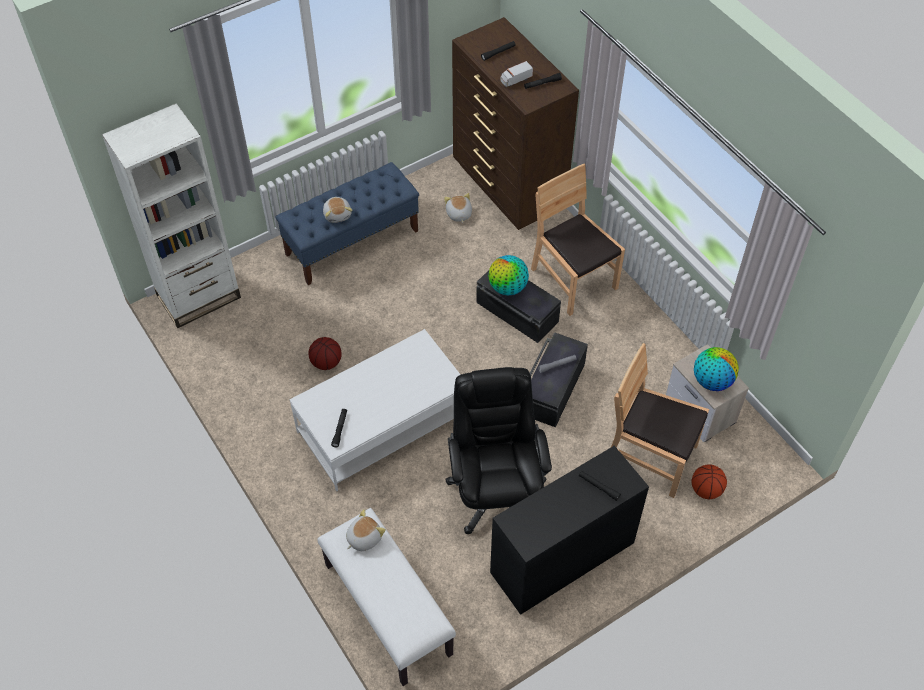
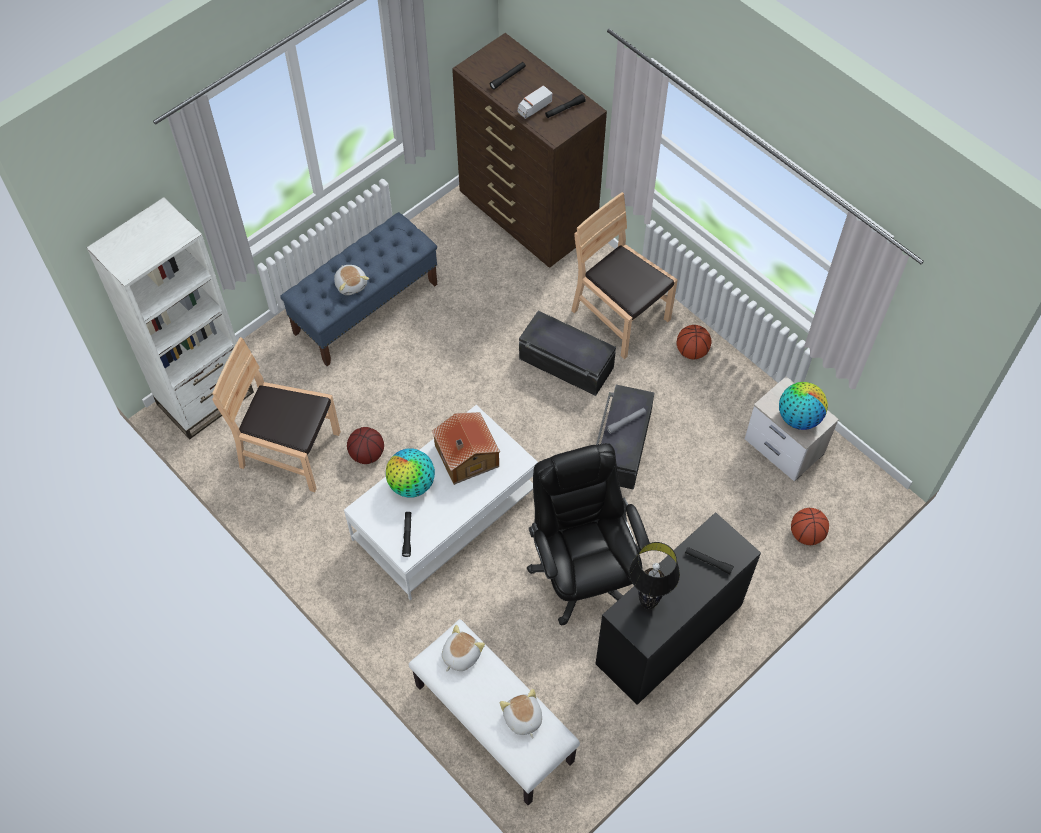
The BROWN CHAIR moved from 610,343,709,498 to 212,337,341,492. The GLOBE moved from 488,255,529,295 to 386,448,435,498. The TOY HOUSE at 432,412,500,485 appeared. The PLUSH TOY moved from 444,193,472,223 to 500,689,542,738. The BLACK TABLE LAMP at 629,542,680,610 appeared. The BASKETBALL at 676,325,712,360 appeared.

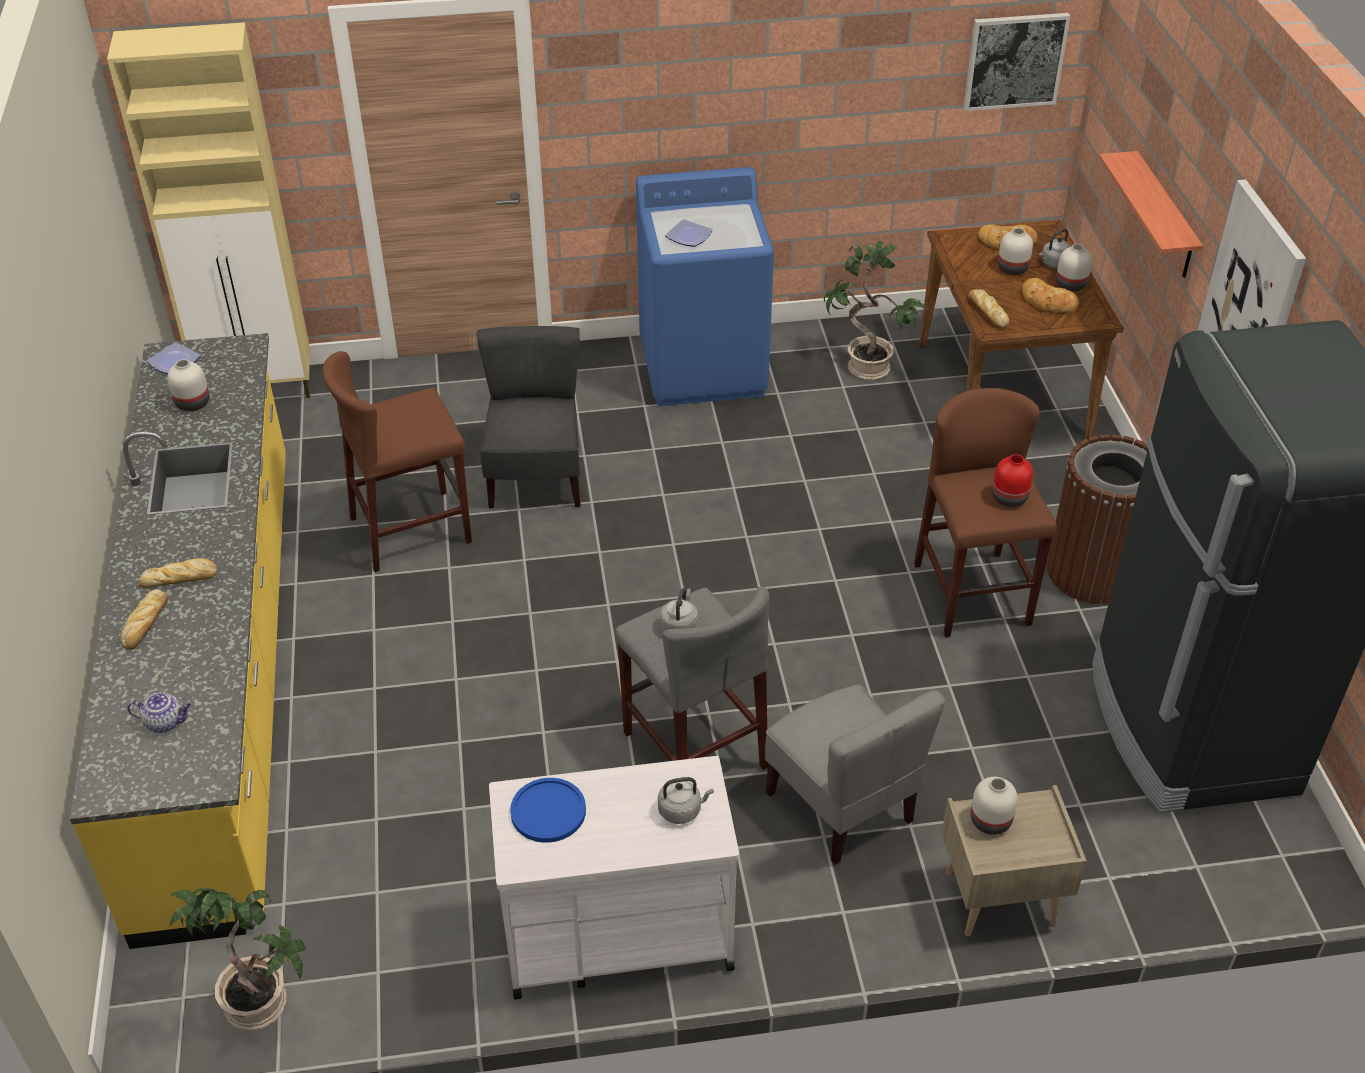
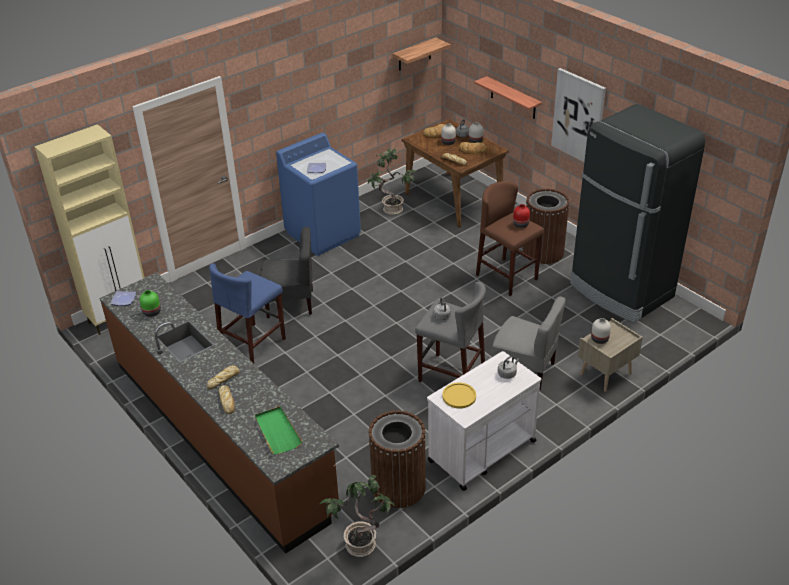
The YELLOW COUNTER at 70,333,286,949 became the BROWN COUNTER at 100,273,339,554. The WHITE VASE at 167,359,209,412 became the GREEN VASE at 140,290,161,317. The BROWN STOOL at 322,351,472,572 became the BLUE STOOL at 209,263,286,364. The TEAPOT at 127,692,191,733 was replaced by the GREEN TRAY at 255,406,302,454. The GREY CHAIR at 477,326,581,509 turned 120 degrees clockwise. The BROWN TRASH CAN at 368,410,426,508 appeared. The PICTURE at 963,13,1070,111 was replaced by the SHELF at 393,38,450,71. The BLUE PLATE at 510,778,586,843 became the YELLOW PLATE at 442,383,476,408.

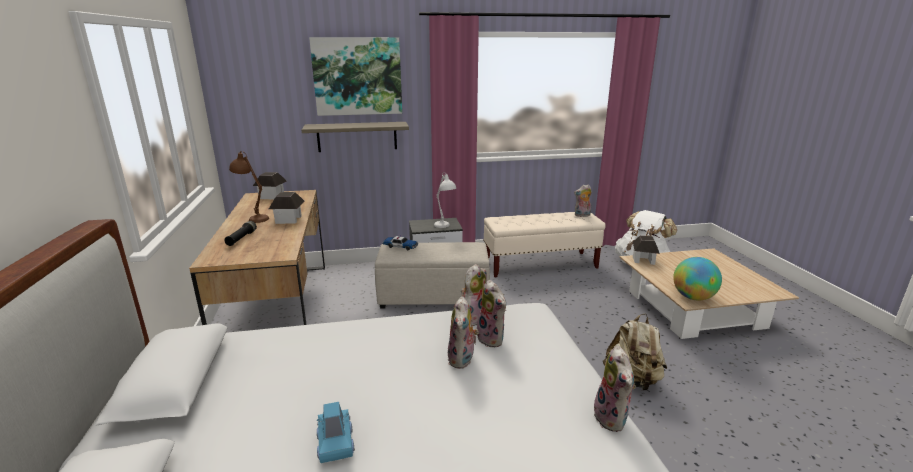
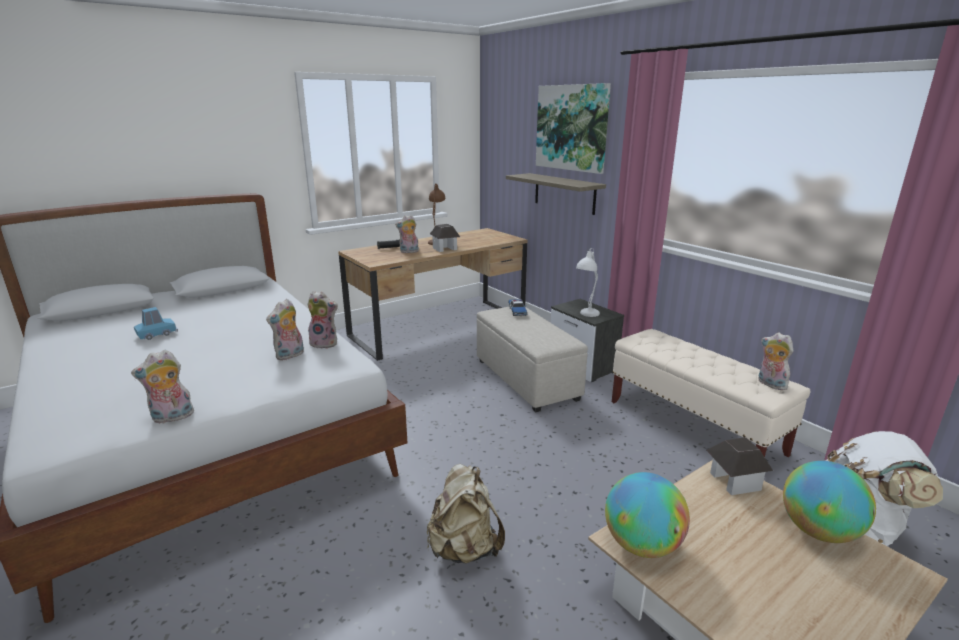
The PLUSH TOY moved from 448,296,479,369 to 395,215,419,253. The GLOBE at 783,461,876,543 appeared. The TOY HOUSE at 253,172,287,200 disappeared.

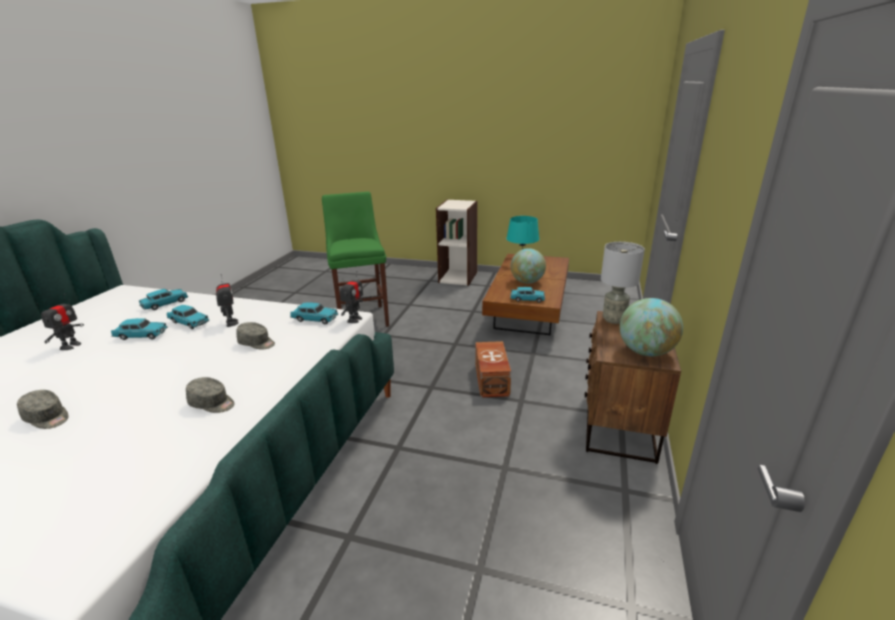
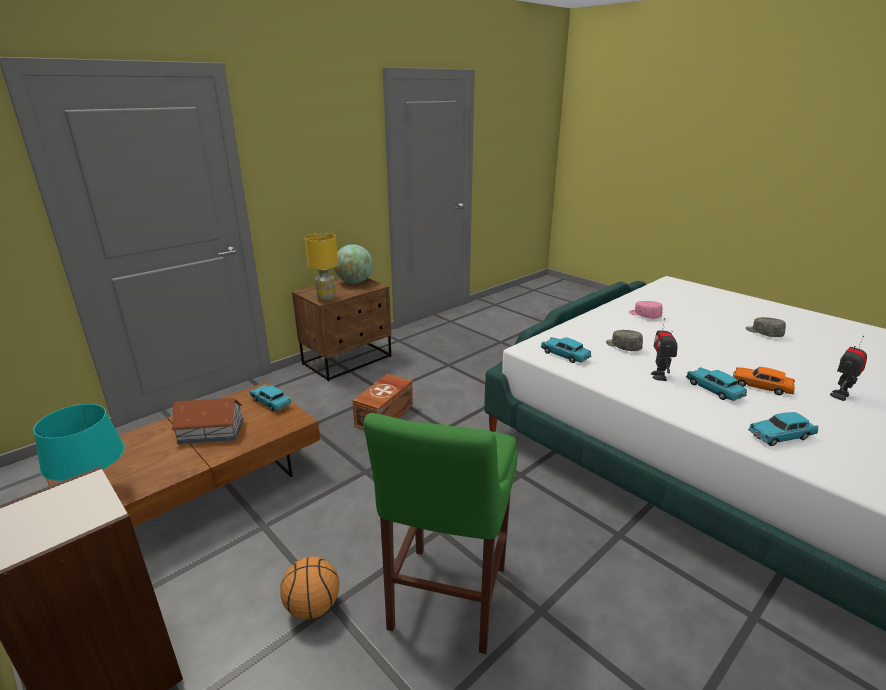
The GLOBE at 511,248,546,284 was replaced by the TOY HOUSE at 171,398,243,444. The BASKETBALL at 280,556,339,620 appeared. The GREY TABLE LAMP at 601,242,645,324 became the YELLOW TABLE LAMP at 305,233,338,301. The GREY CAP at 186,377,235,413 became the PINK CAP at 629,301,662,319. The TURQUOISE TOY CAR at 111,318,168,340 became the ORANGE TOY CAR at 733,367,795,395. The TOY ROBOT at 340,271,363,323 disappeared.

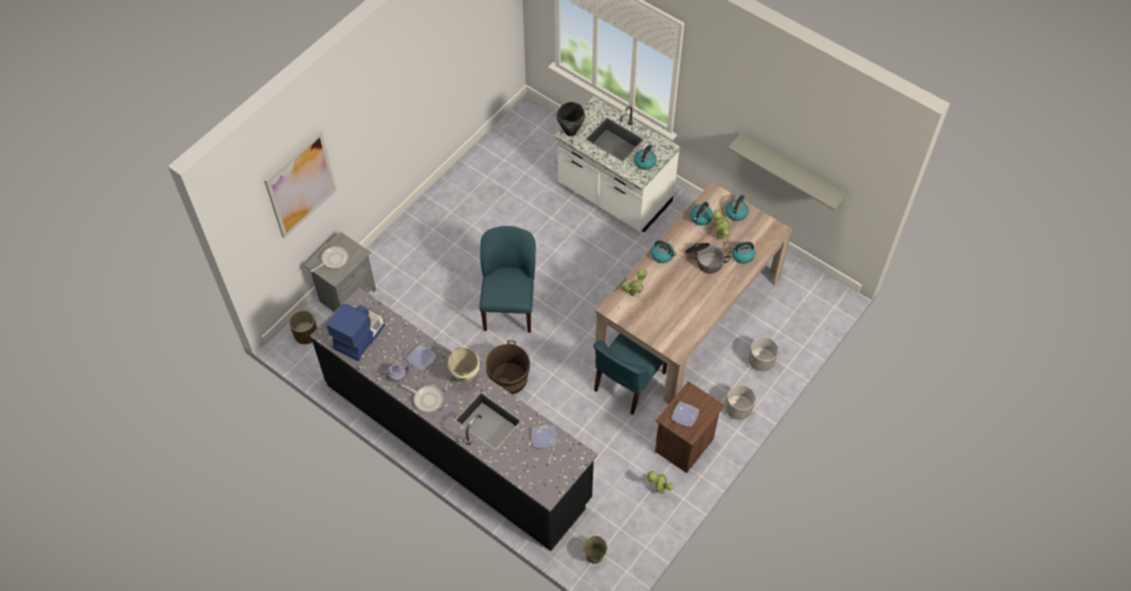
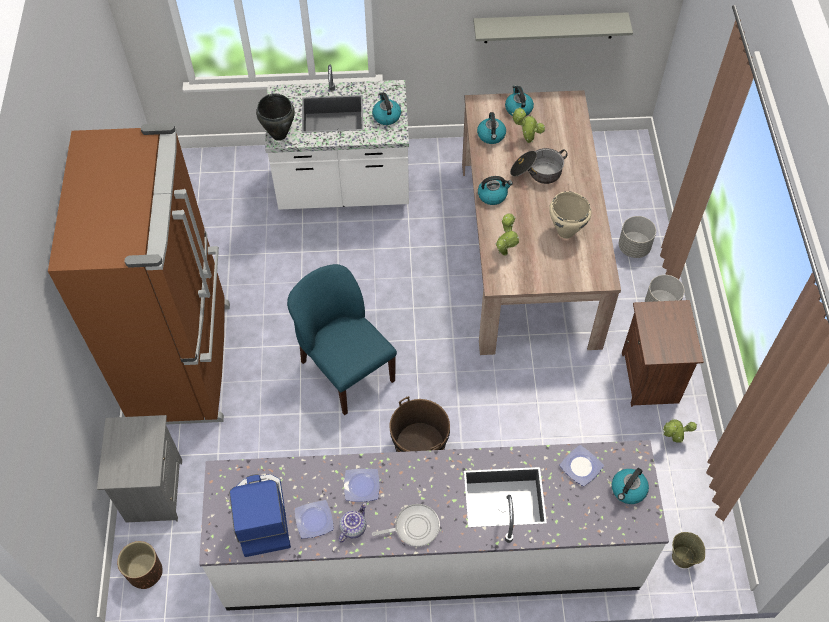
The BROWN FRIDGE at 48,123,230,425 appeared. The BLACK COUNTER at 310,287,598,551 became the WHITE COUNTER at 199,440,669,611. The PLATE moved from 671,402,699,427 to 295,500,334,539. The BEIGE COOKING POT moved from 448,347,480,383 to 549,191,591,239. The KETTLE moved from 730,242,755,264 to 612,468,649,504. The PICTURE at 264,131,337,238 disappeared. The FRYING PAN at 311,246,349,272 disappeared. The BLUE CHAIR at 594,333,668,415 disappeared.

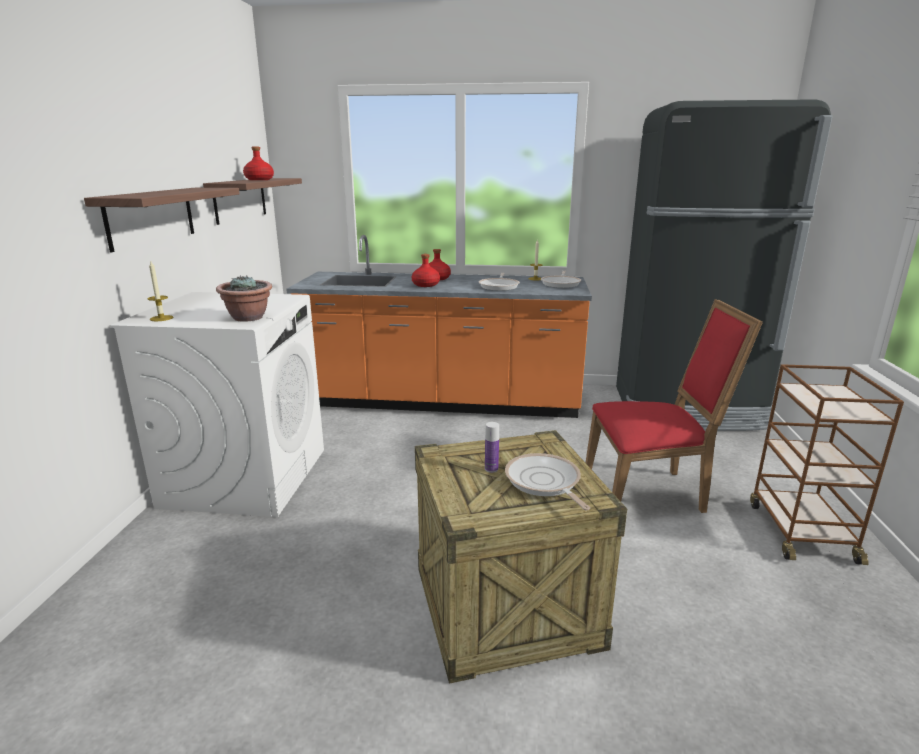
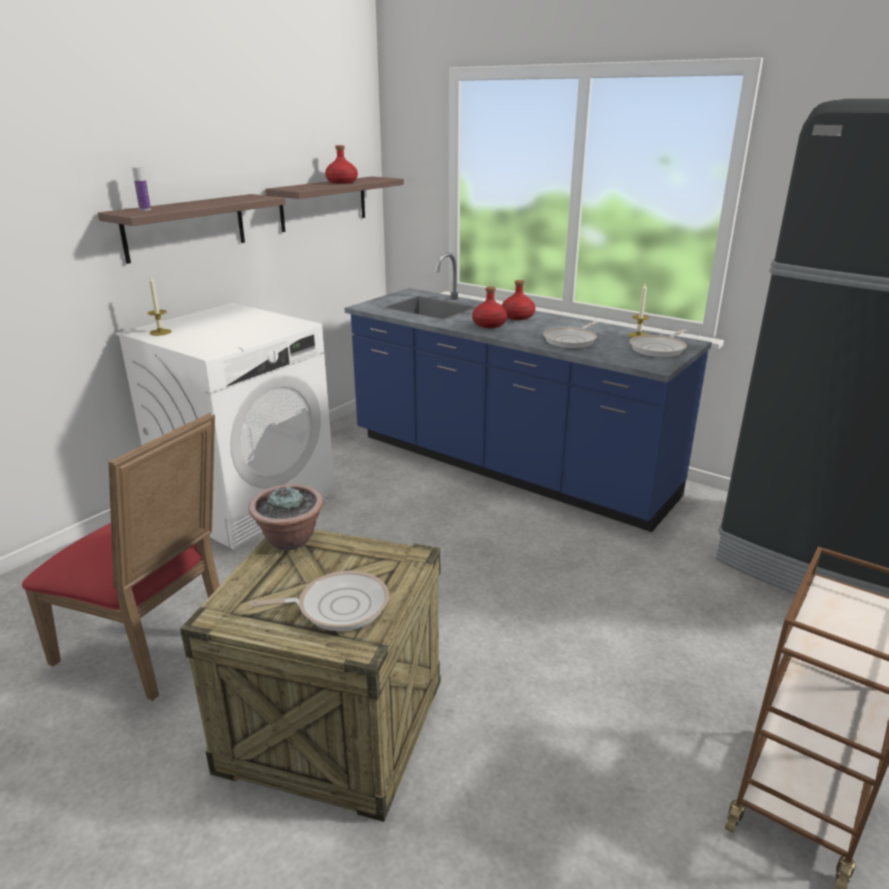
The RED CHAIR moved from 585,299,763,513 to 22,413,220,701. The BOTTLE moved from 485,422,499,473 to 132,167,151,211. The POTTED PLANT moved from 216,276,272,322 to 249,484,323,550. The FRYING PAN at 505,453,590,510 turned 75 degrees clockwise. The ORANGE COUNTER at 286,235,592,418 became the BLUE COUNTER at 345,253,712,532.

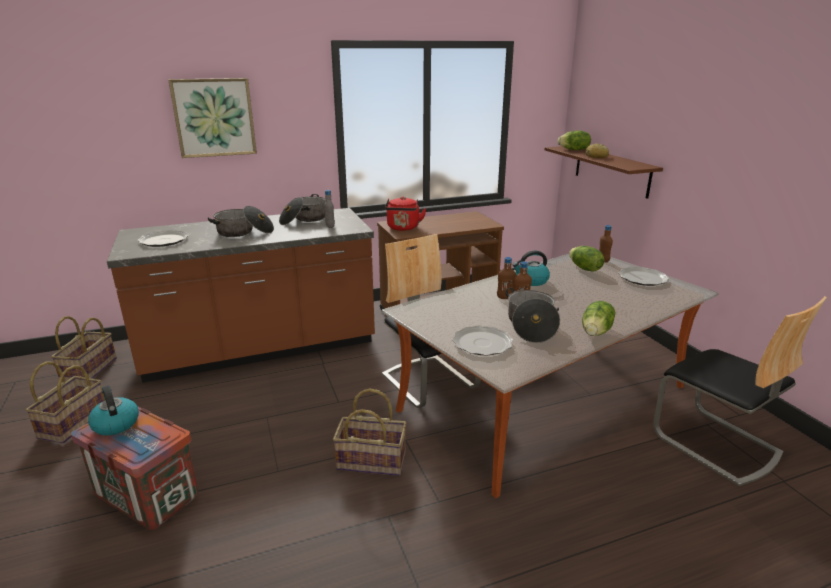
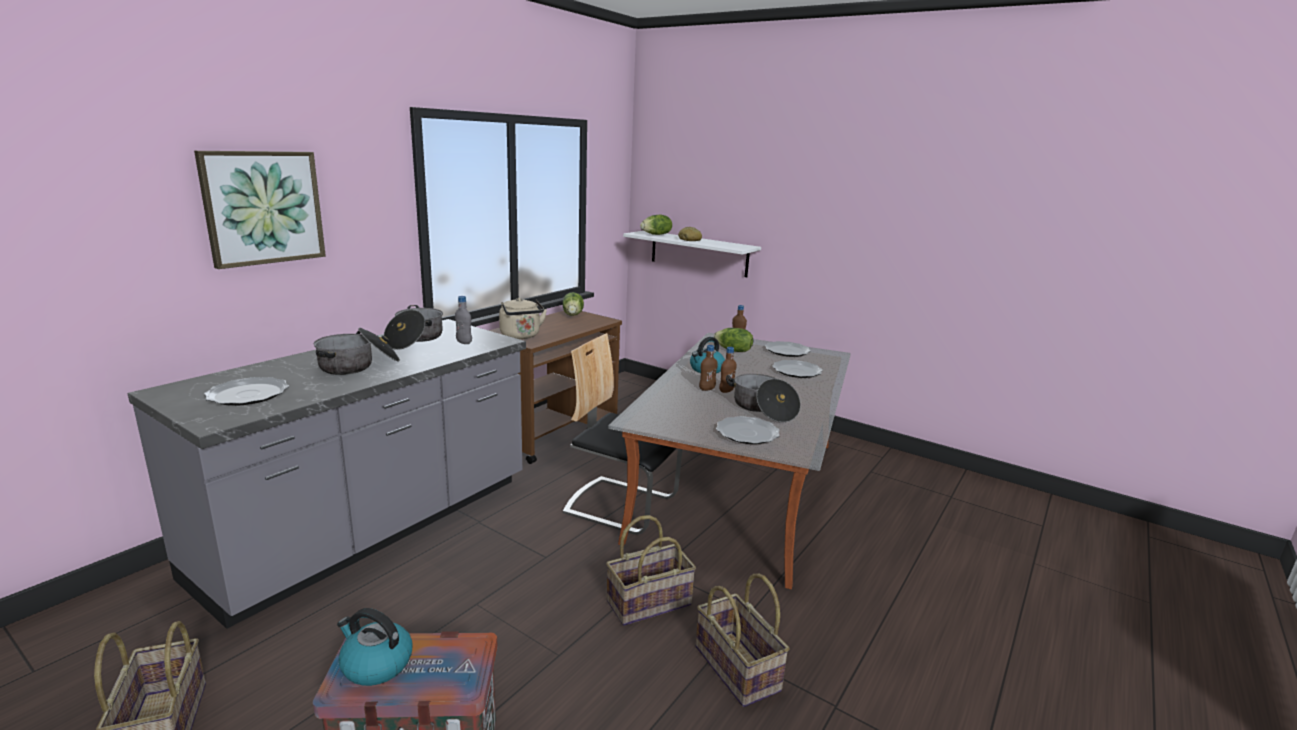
The BROWN COUNTER at 107,208,375,383 became the GREY COUNTER at 128,319,526,629. The RED KETTLE at 385,197,427,231 became the BEIGE KETTLE at 499,298,547,339. The LETTUCE moved from 582,301,615,336 to 563,292,584,316. The BROWN SHELF at 544,146,663,199 became the WHITE SHELF at 623,231,761,277. The BASKET moved from 51,316,117,383 to 696,573,790,707. The PLATE at 772,360,823,378 appeared. The CHAIR at 653,296,827,486 disappeared.

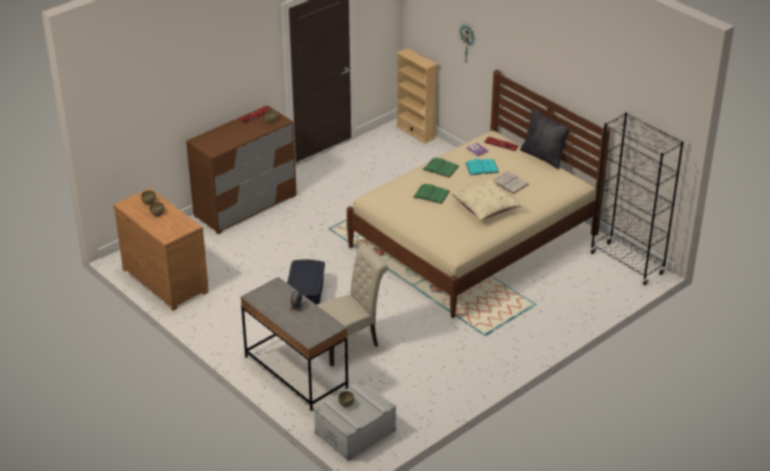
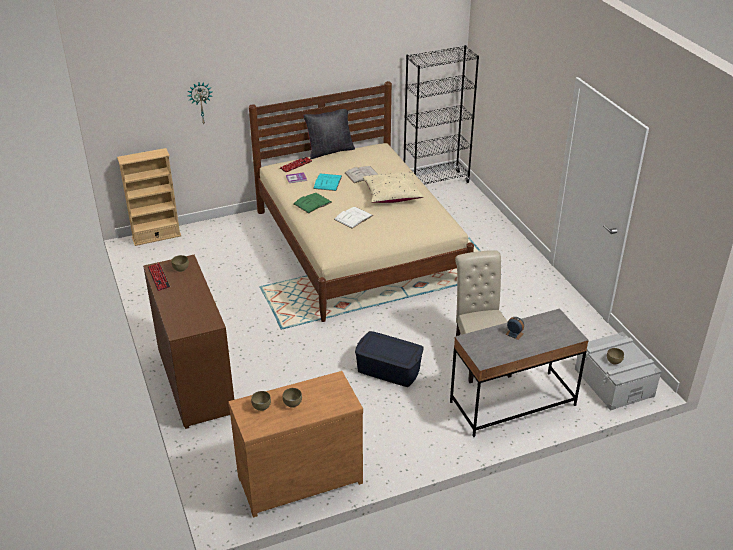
The GREEN BOOK at 413,184,450,204 became the WHITE BOOK at 334,207,373,229.

